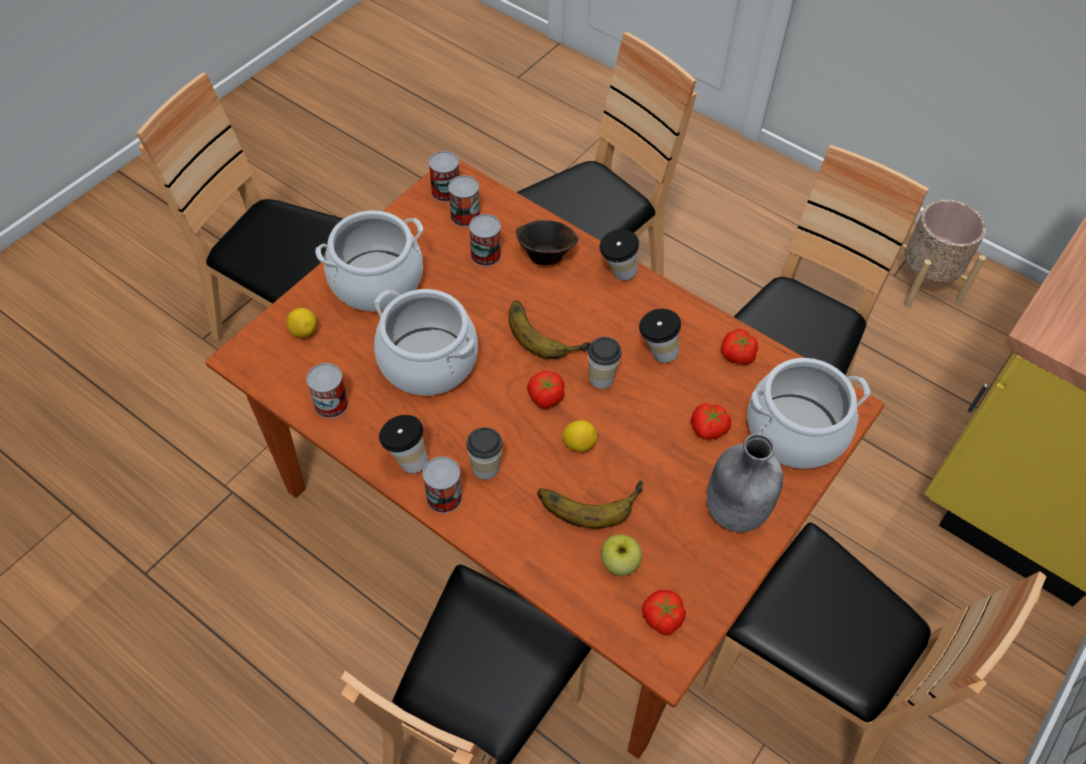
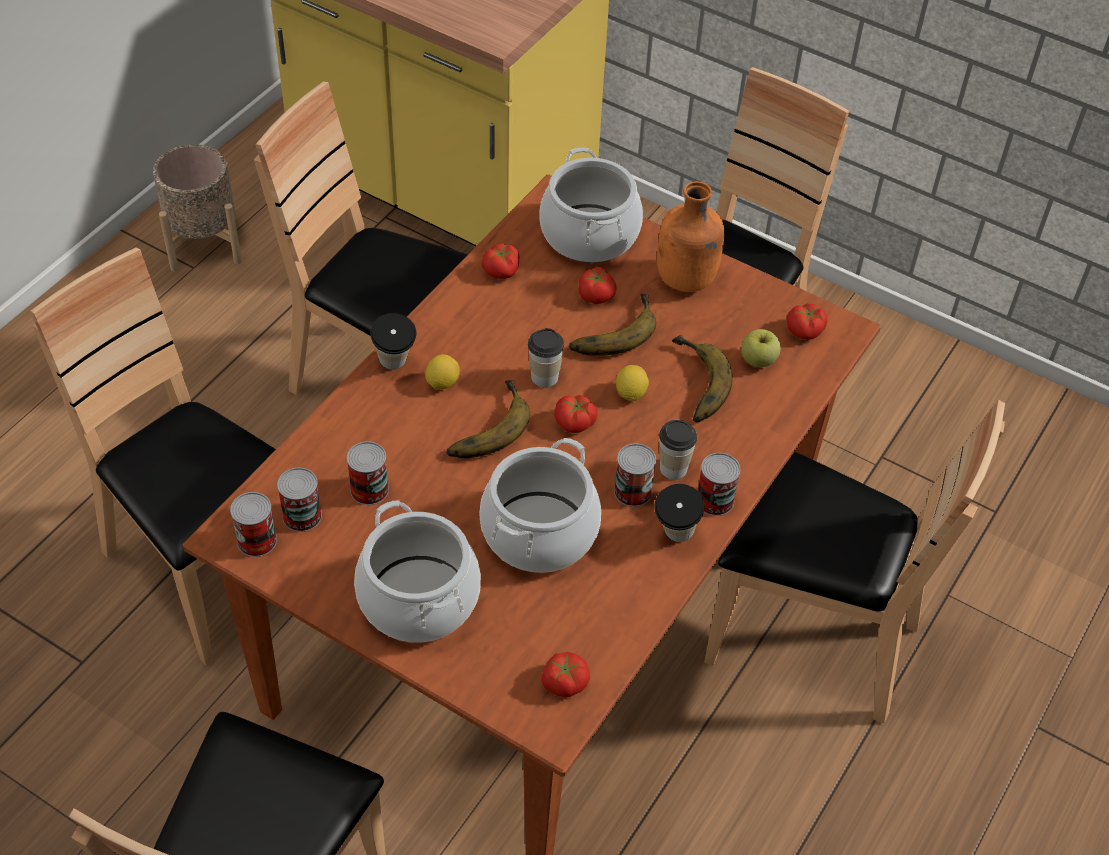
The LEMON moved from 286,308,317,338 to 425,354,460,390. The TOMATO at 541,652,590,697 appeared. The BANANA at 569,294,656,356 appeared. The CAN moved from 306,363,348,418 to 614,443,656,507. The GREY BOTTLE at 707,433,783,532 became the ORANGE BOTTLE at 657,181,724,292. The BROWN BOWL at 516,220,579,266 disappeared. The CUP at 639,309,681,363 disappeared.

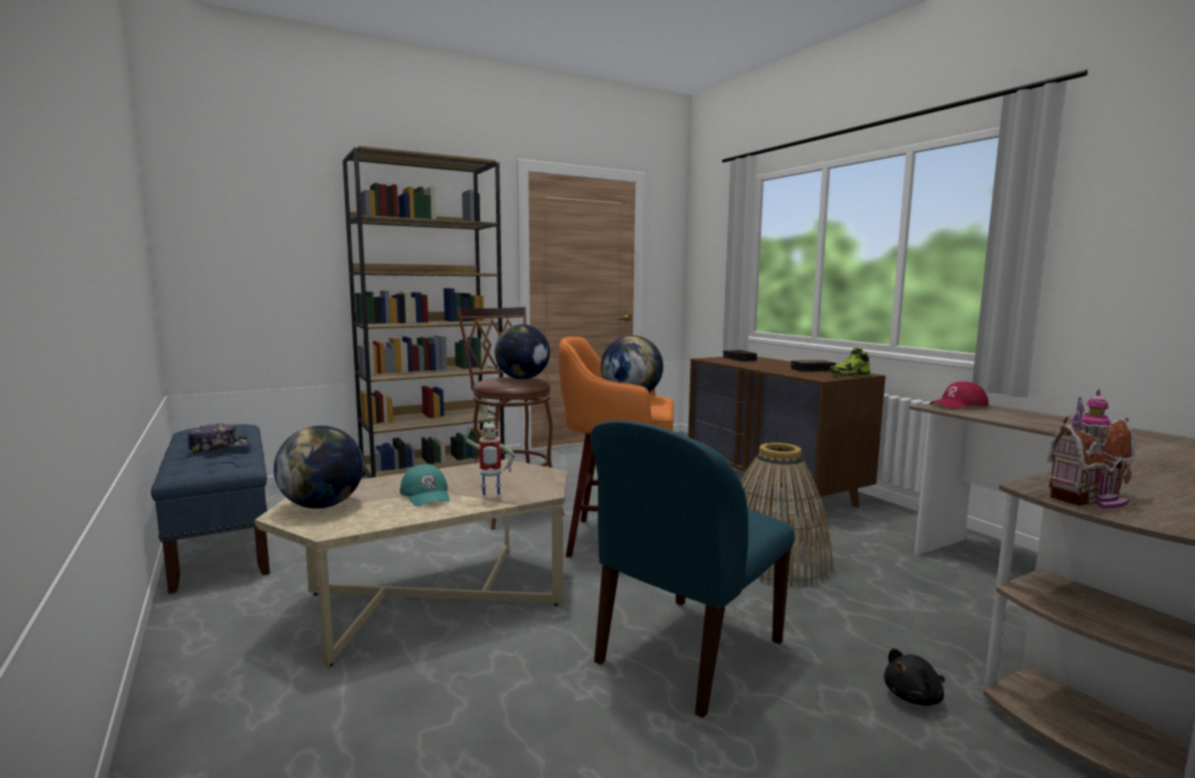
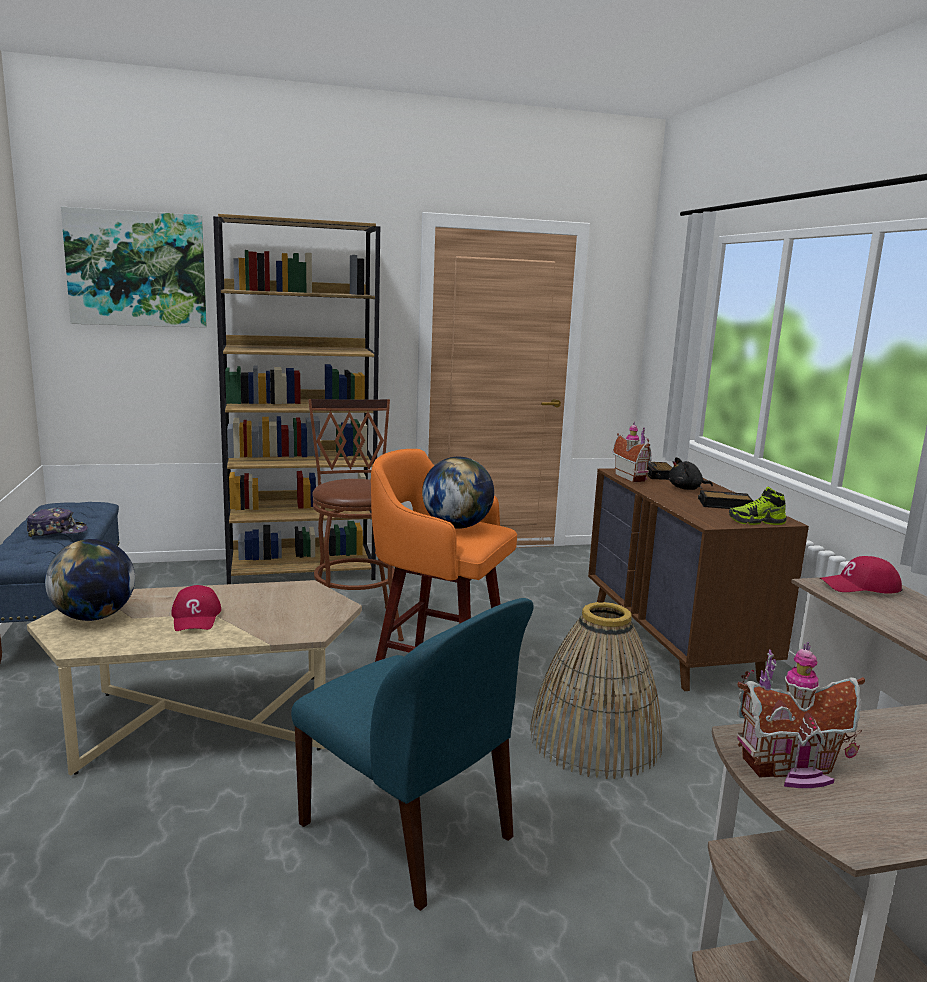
The PICTURE at 61,207,207,328 appeared. The TURQUOISE CAP at 400,464,450,506 became the RED CAP at 171,585,221,631. The BLUE CHAIR at 590,421,794,718 turned 105 degrees counterclockwise. The TOY HOUSE at 612,421,652,482 appeared. The BLACK PLUSH TOY moved from 884,648,945,706 to 668,457,713,490. The TOY ROBOT at 463,416,515,498 disappeared. The GLOBE at 495,324,550,379 disappeared.

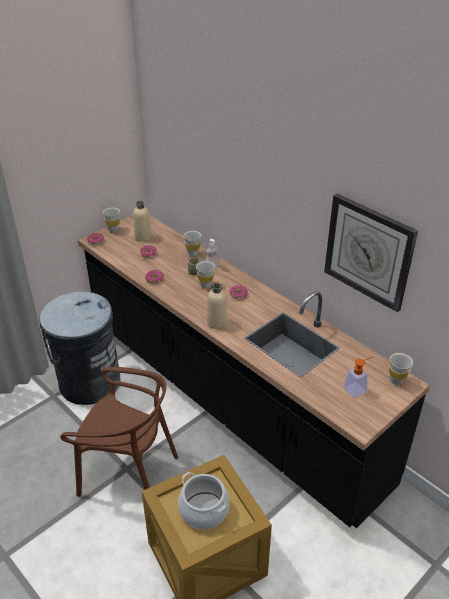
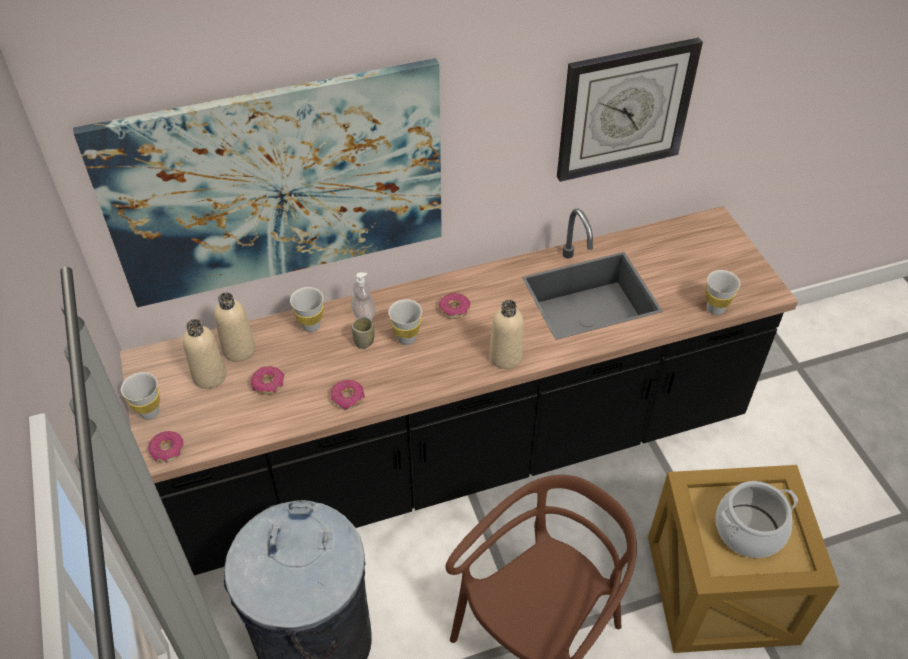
The PICTURE at 73,58,442,307 appeared. The BEIGE BOTTLE at 214,292,255,362 appeared. The WHITE CUP moved from 389,353,413,385 to 706,270,740,315. The SOAP DISPENSER at 344,357,373,398 disappeared.

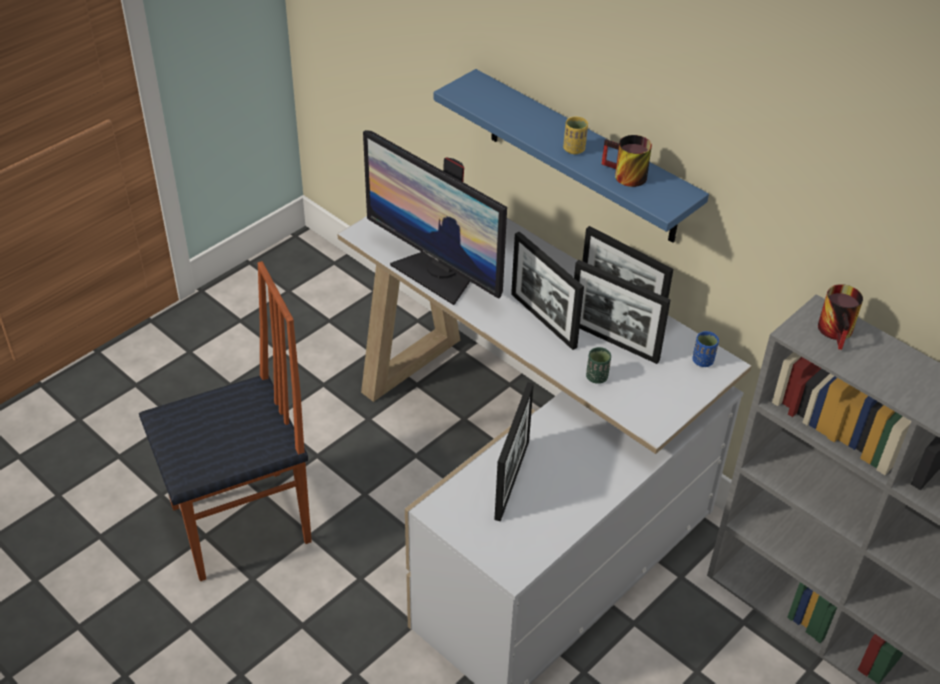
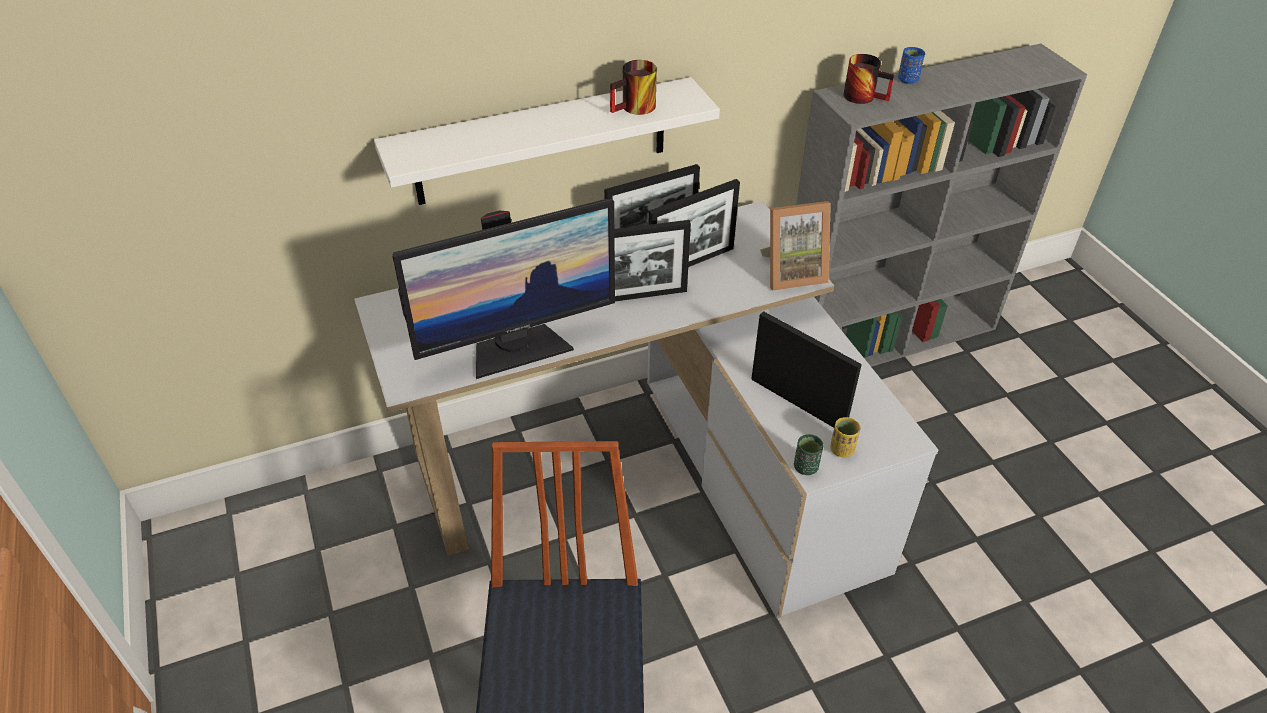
The BLUE SHELF at 434,69,709,243 became the WHITE SHELF at 374,77,720,205. The PICTURE FRAME at 760,201,831,291 appeared. The GREEN CUP moved from 586,347,611,384 to 794,434,824,475. The YELLOW CUP moved from 563,117,588,154 to 830,417,860,458. The BLUE CUP moved from 692,331,719,367 to 898,47,925,84.

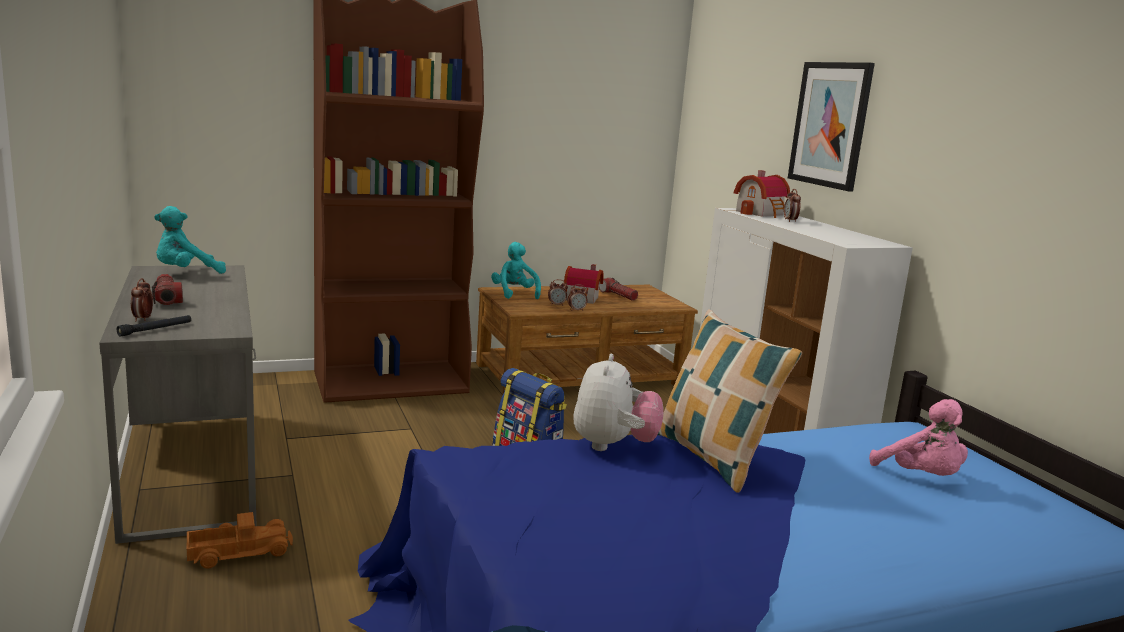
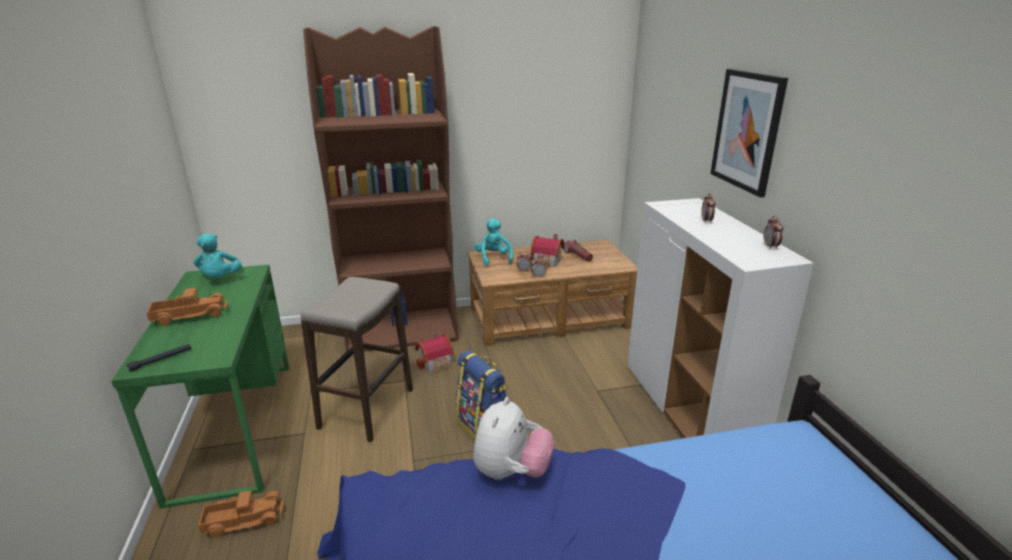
The GREY DESK at 99,265,256,544 became the GREEN DESK at 111,265,289,509. The FLASHLIGHT at 152,274,183,305 was replaced by the TOY TRUCK at 147,288,228,326. The TURQUOISE PLUSH TOY at 154,206,226,274 turned 75 degrees counterclockwise. The STOOL at 301,277,413,442 appeared. The TOY HOUSE moved from 734,170,790,218 to 415,331,454,374. The ALARM CLOCK moved from 131,278,153,321 to 763,216,783,250. The PILLOW at 658,309,802,493 disappeared. The PINK PLUSH TOY at 869,399,968,476 disappeared.

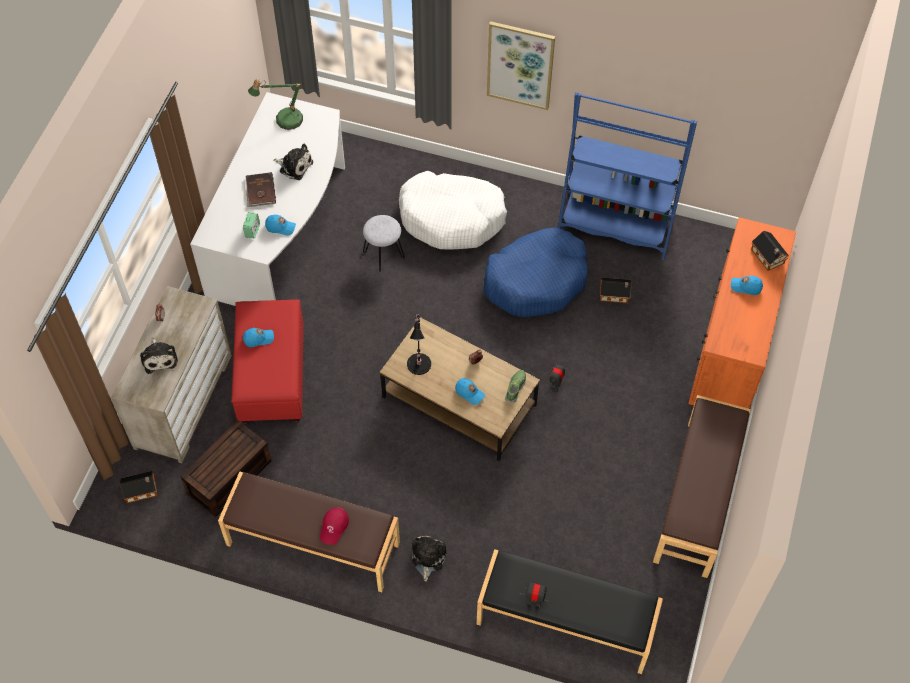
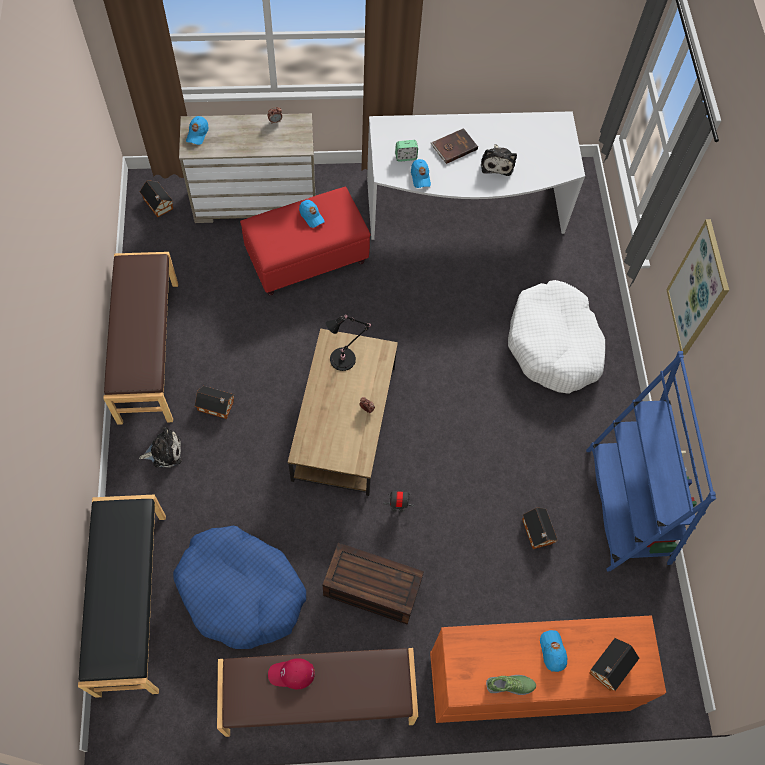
The BLUE DOG BED moved from 483,227,588,317 to 173,526,306,649. The BLUE CAP moved from 455,378,485,405 to 186,116,208,145. The TOY HOUSE at 195,386,234,419 appeared. The RED CAP moved from 320,507,349,545 to 268,658,315,689. The BROWN STORAGE BOX moved from 180,420,271,517 to 323,543,424,625. The SHOE moved from 505,370,526,403 to 486,675,536,695. The PLUSH TOY at 140,338,178,374 disappeared. The TABLE LAMP at 248,79,303,130 disappeared. The GREY STOOL at 363,215,405,273 disappeared. The TOY ROBOT at 519,583,551,607 disappeared.

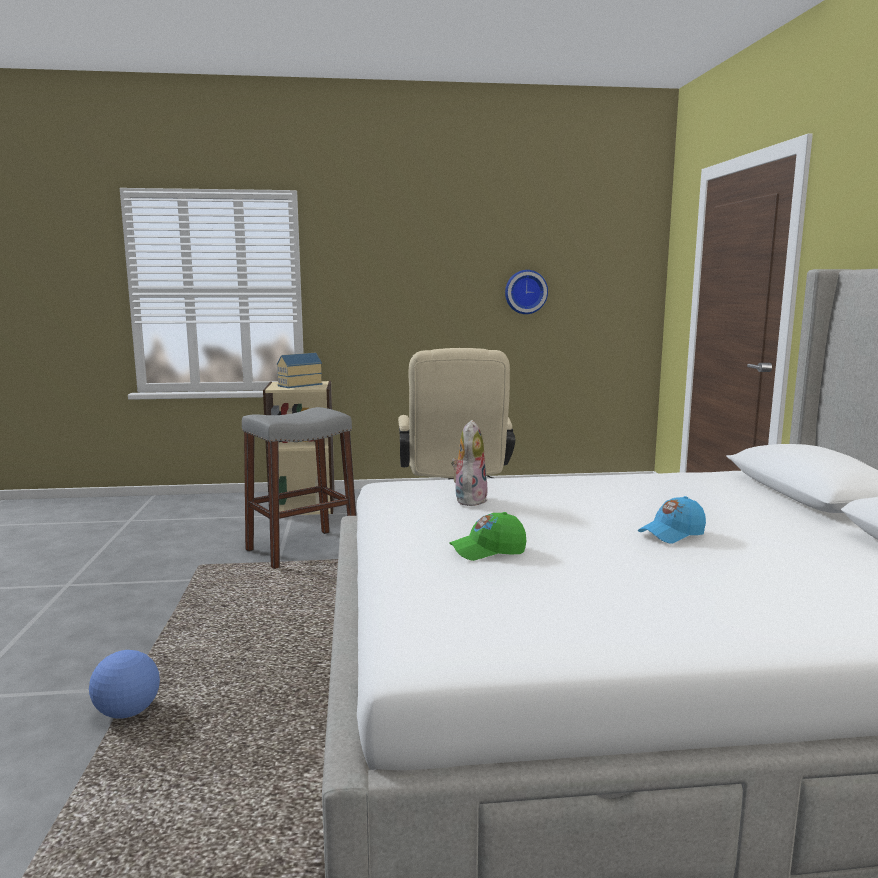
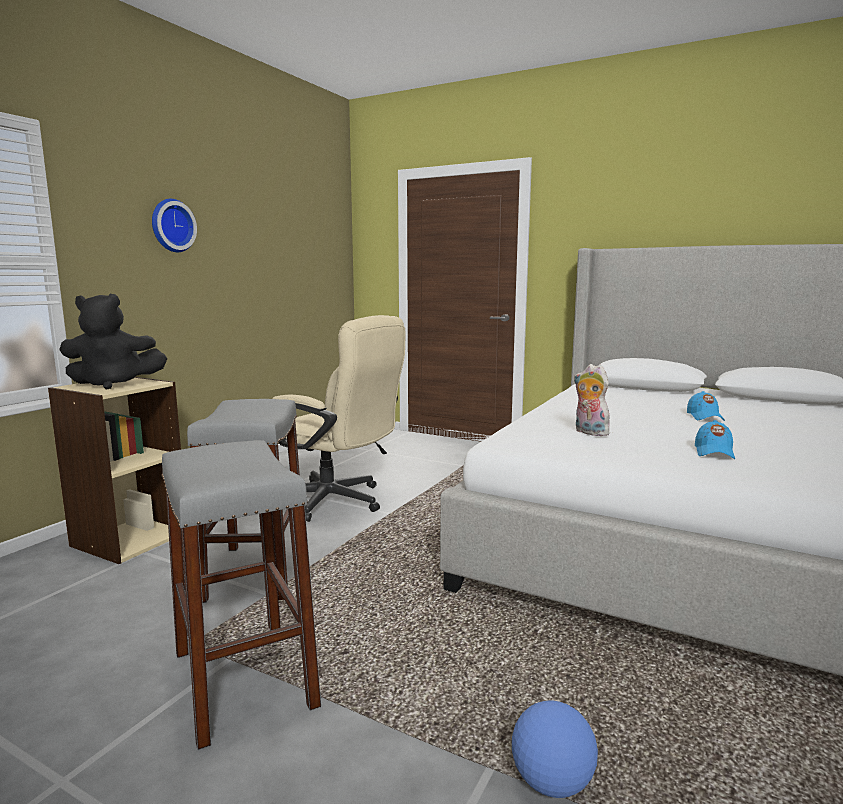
The TOY HOUSE at 277,353,322,388 was replaced by the BLACK PLUSH TOY at 59,294,168,389. The WALL CLOCK moved from 505,270,548,314 to 152,199,197,252. The GREY STOOL at 161,440,321,750 appeared. The GREEN CAP at 449,512,526,561 became the BLUE CAP at 695,420,735,459.

